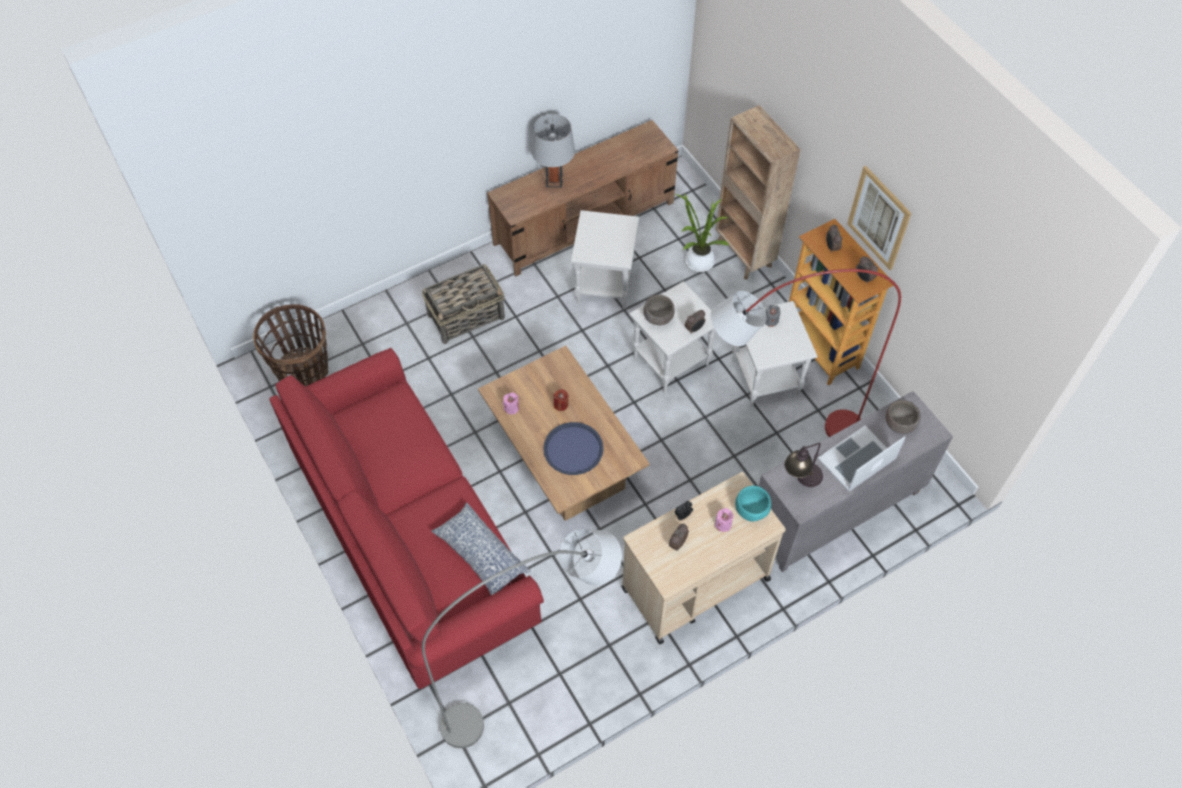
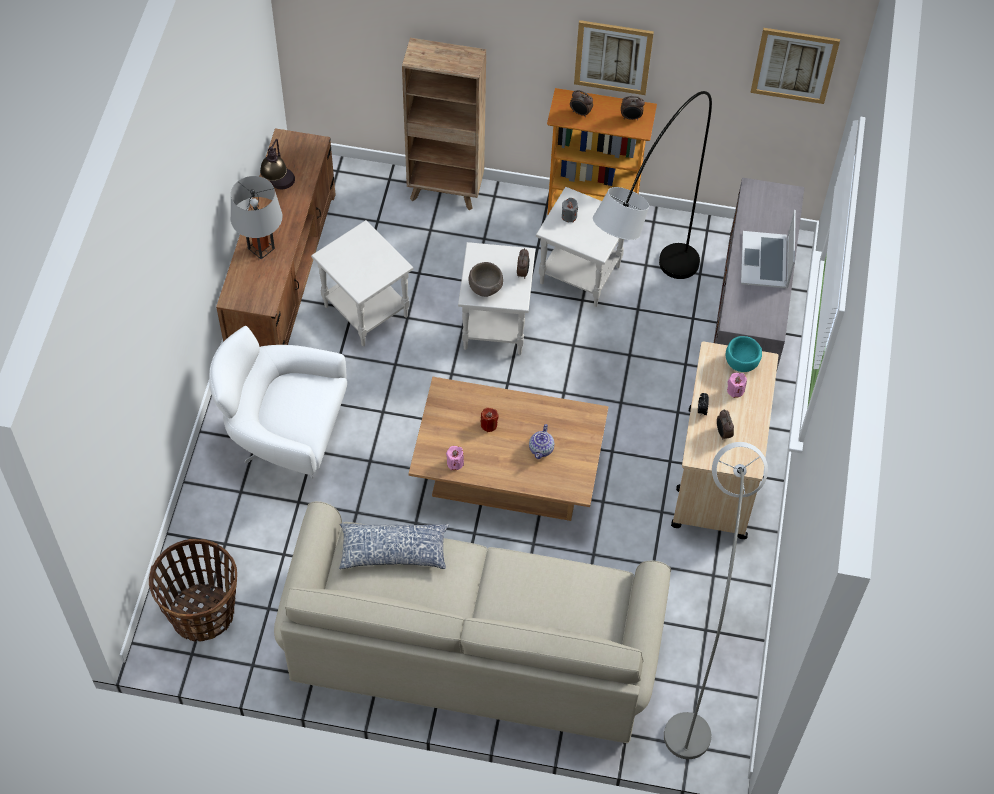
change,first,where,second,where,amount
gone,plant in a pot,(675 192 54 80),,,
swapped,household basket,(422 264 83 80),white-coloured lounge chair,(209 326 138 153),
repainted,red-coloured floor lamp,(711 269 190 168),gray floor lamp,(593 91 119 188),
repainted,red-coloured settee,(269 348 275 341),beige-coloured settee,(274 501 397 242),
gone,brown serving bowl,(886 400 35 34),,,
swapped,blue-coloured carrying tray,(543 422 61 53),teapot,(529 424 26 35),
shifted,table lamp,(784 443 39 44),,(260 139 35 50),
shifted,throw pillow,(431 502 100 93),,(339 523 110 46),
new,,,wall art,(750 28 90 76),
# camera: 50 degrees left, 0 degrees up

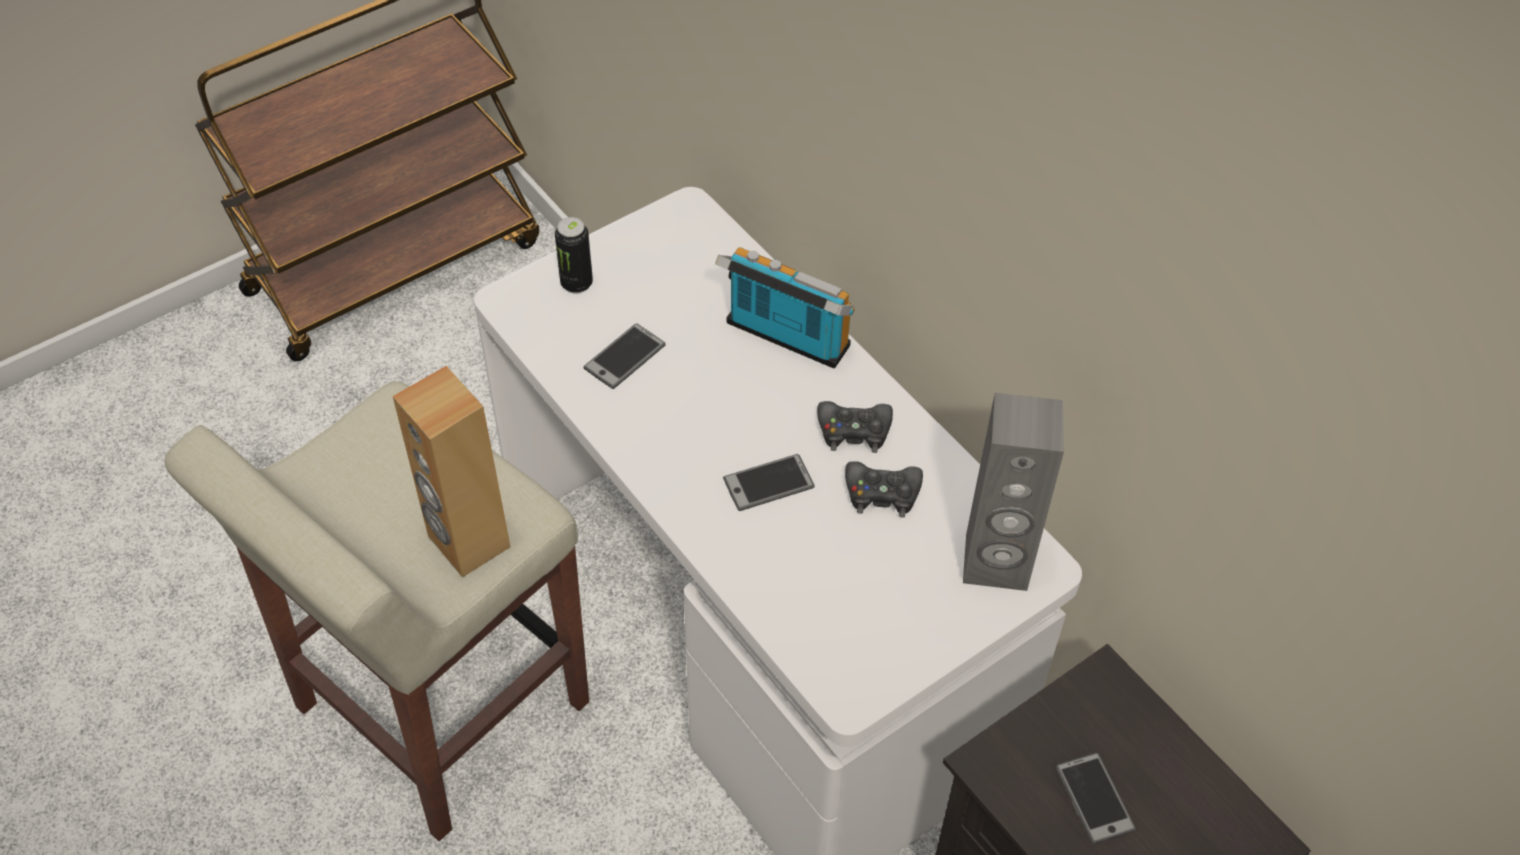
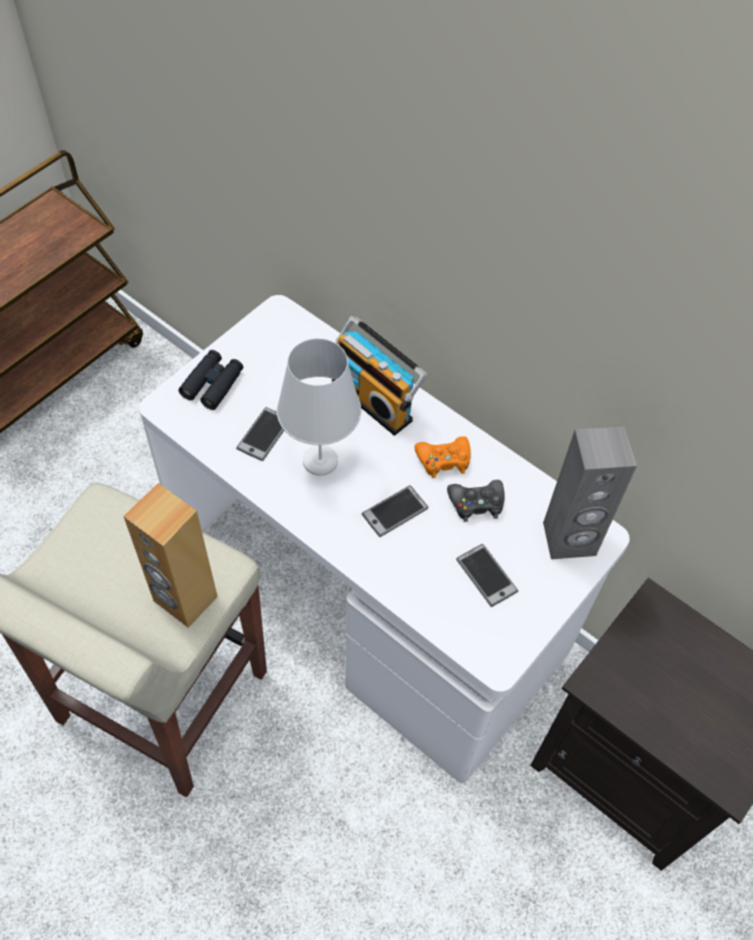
change,first,where,second,where,amount
swapped,can,(555 217 38 77),black-coloured pair of binoculars,(178 350 65 60),
rotated,radio,(715 247 140 121),,(332 316 95 120),150 degrees counterclockwise
repainted,black-coloured joypad,(817 401 76 52),orangey joypad,(415 436 56 42),
shifted,telephone,(1056 753 80 92),,(456 544 62 63),
new,,,white-coloured table lamp,(277 338 84 138),
# camera: 15 degrees left, 5 degrees up

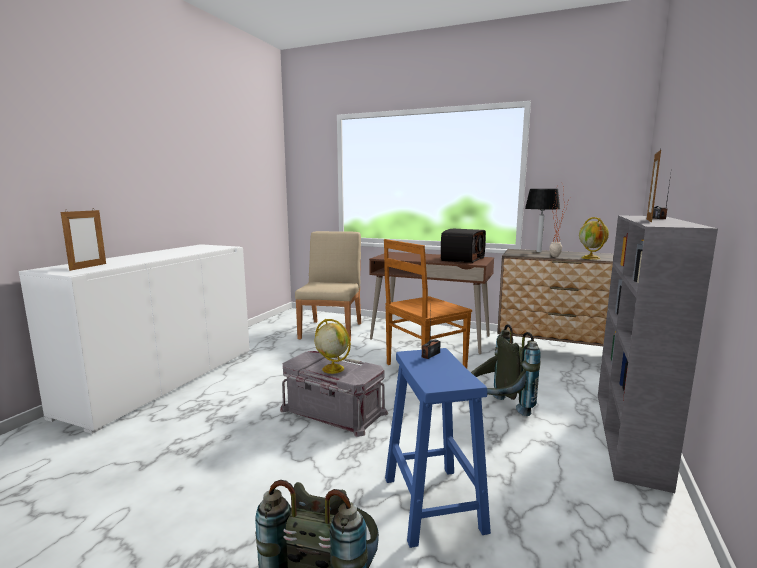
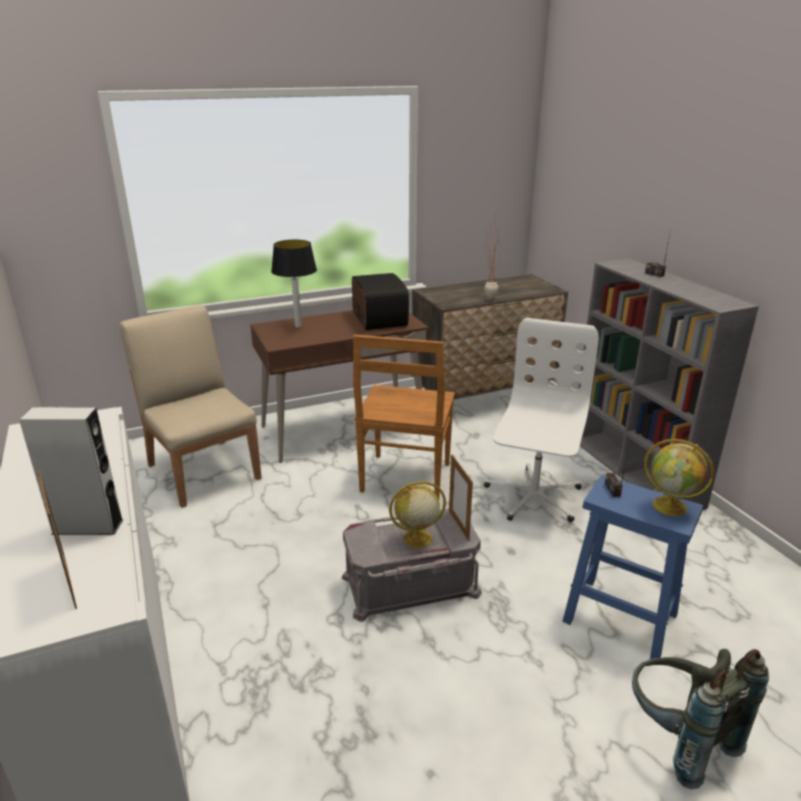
change,first,where,second,where,amount
shifted,picture frame,(647 149 14 73),,(449 454 24 87),
shifted,table lamp,(525 189 35 64),,(271 240 46 88),
shifted,desk globe,(579 217 30 43),,(644 439 70 77),
swapped,gray knapsack,(471 324 70 92),white-coloured office chair,(484 318 115 204),
new,,,gray speaker,(19 407 105 128),
# camera: 45 degrees left, 15 degrees up

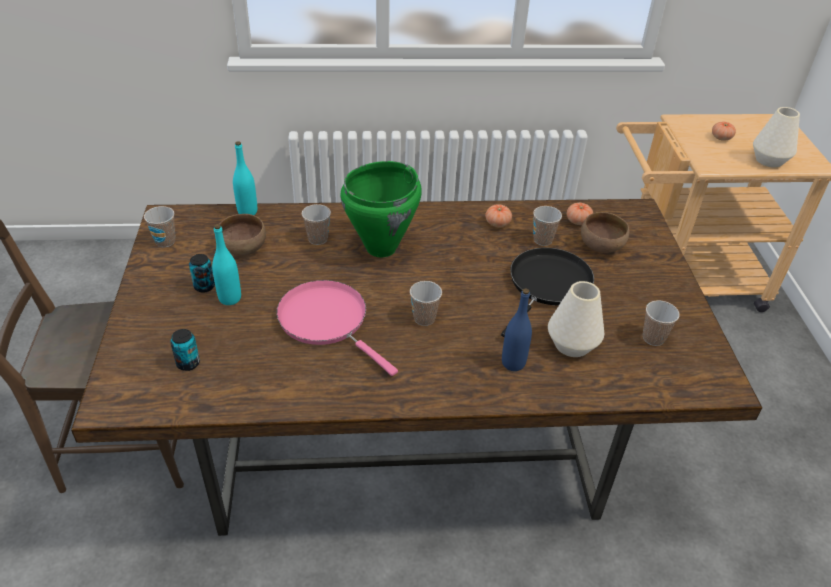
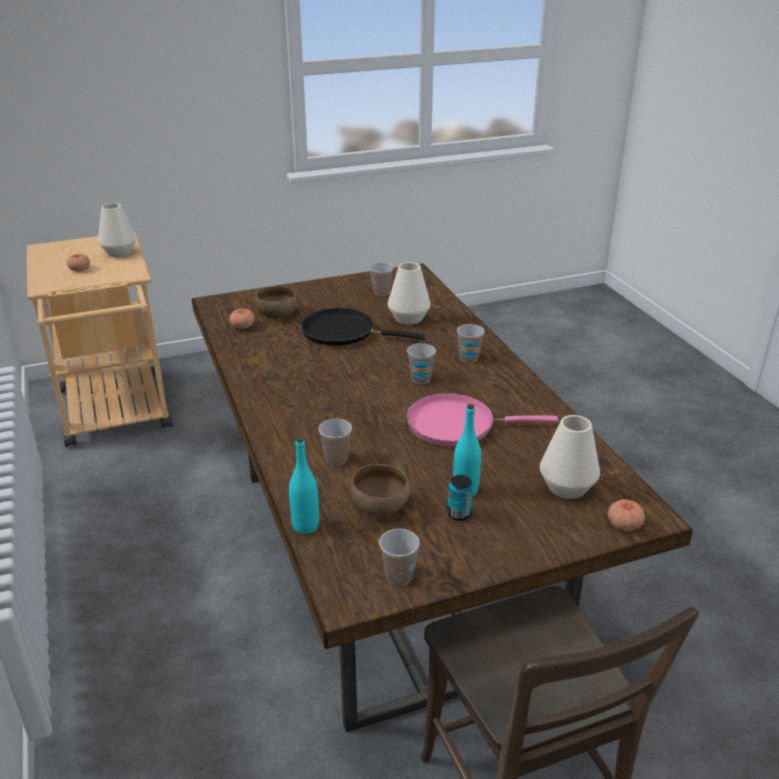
change,first,where,second,where,amount
gone,green cooking pot,(340 161 82 96),,,
shifted,whole tomato,(485 204 27 23),,(608 499 37 32),
shifted,cup,(533 206 29 40),,(457 324 28 39),
rotated,pink-coloured pan,(276 280 122 96),,(406 393 152 53),60 degrees clockwise
gone,blue-coloured drink bottle,(502 289 30 82),,,
swapped,can,(170 329 30 42),white-coloured flower vase,(540 415 60 84),
# camera: 105 degrees left, 10 degrees down

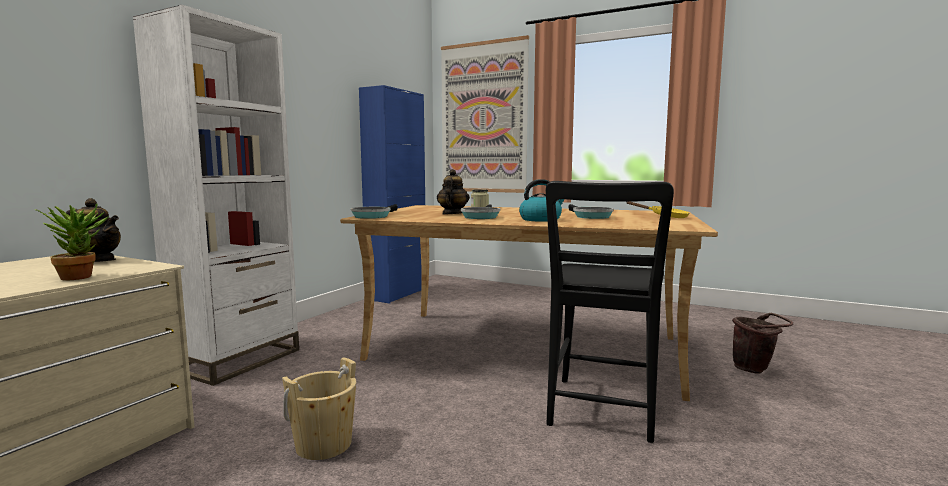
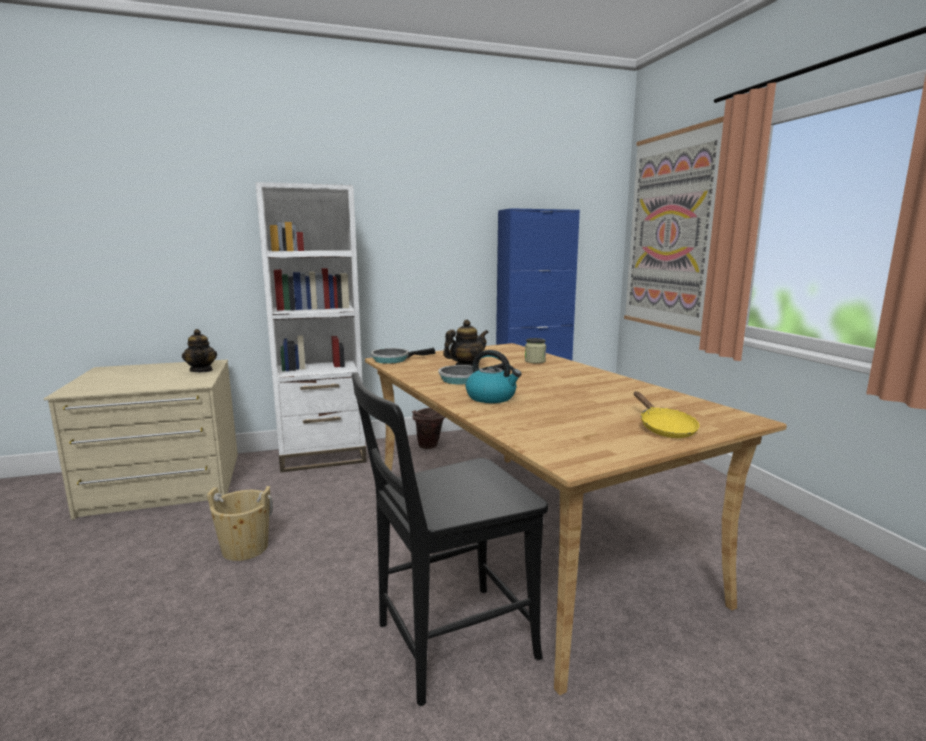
change,first,where,second,where,amount
gone,plant in a pot,(34 203 75 78),,,
gone,pan,(568 204 46 15),,,
shifted,brown pail,(732 313 61 61),,(412 408 34 41),
# camera: 45 degrees right, 5 degrees up

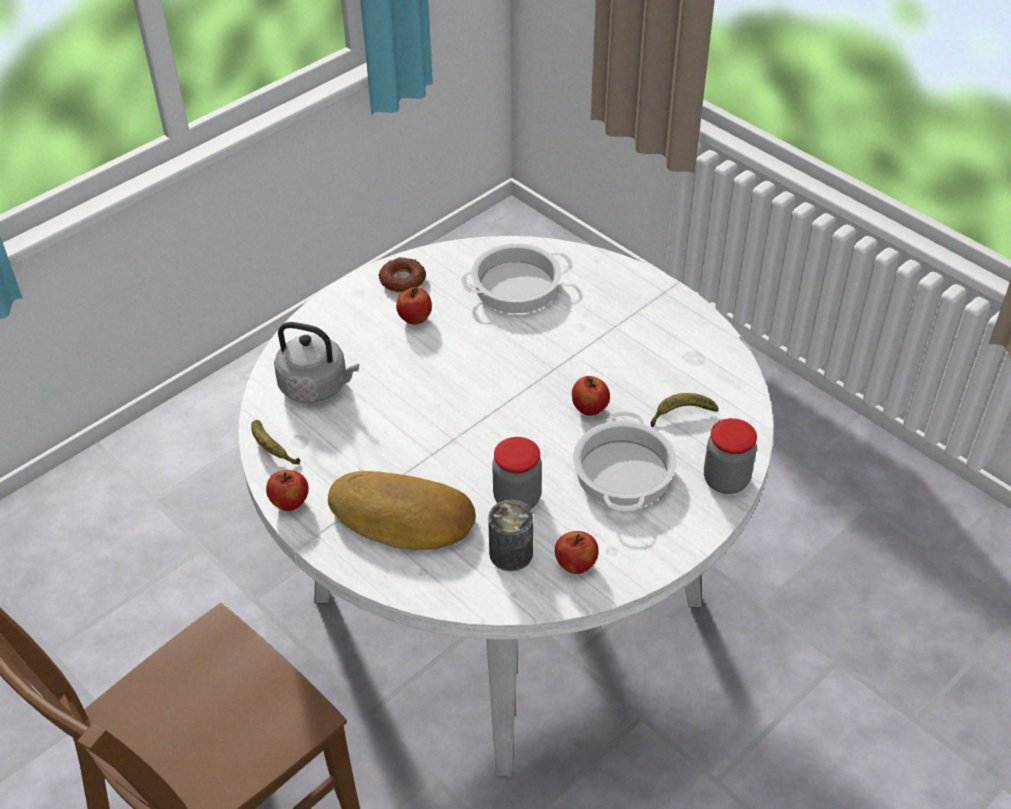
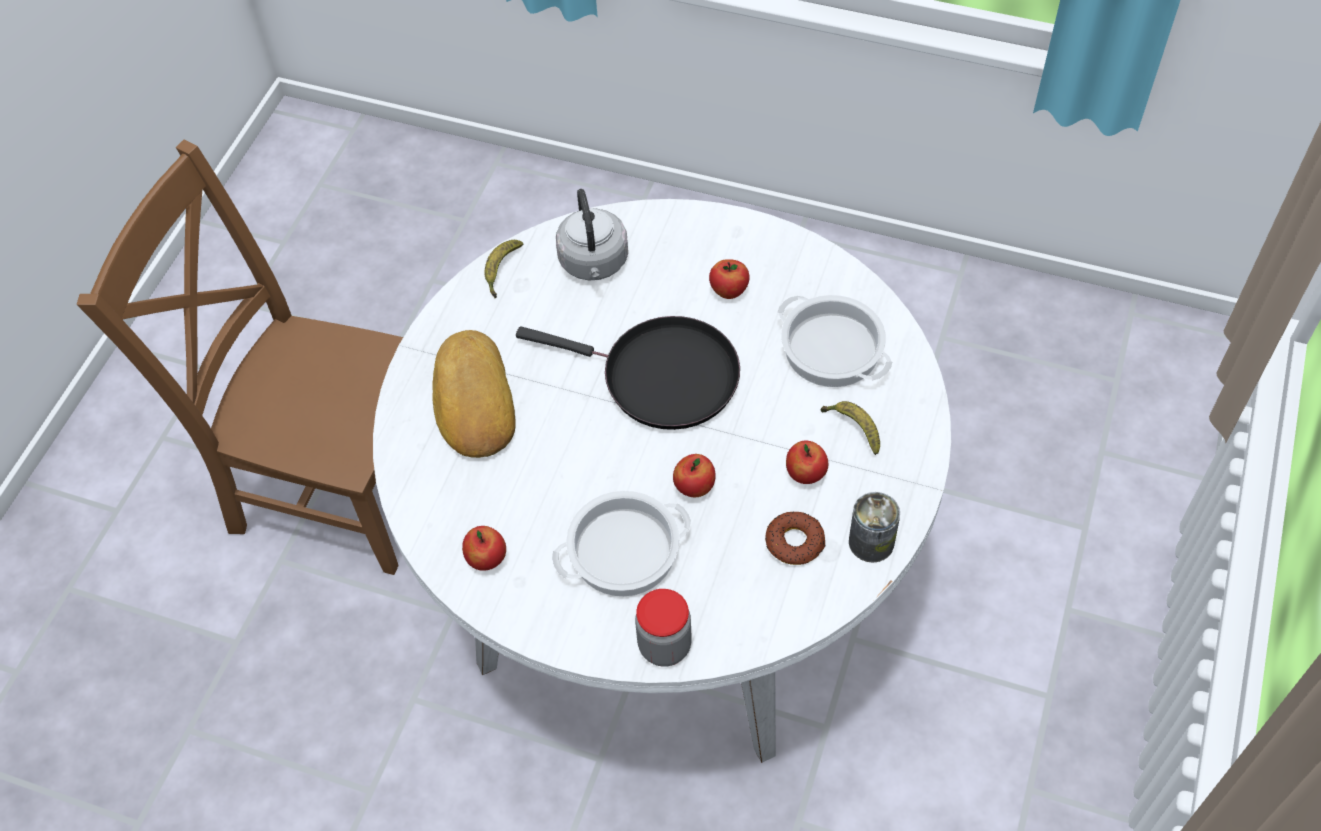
change,first,where,second,where,amount
shifted,doughnut,(379 258 47 35),,(765 511 60 54),
shifted,whole banana,(651 393 68 34),,(821 401 59 54),
gone,jar,(492 437 50 72),,,
shifted,apple,(266 470 43 41),,(786 441 42 43),
shifted,can,(488 500 45 71),,(849 492 51 71),
new,,,black-coloured pan,(516 316 224 114),
# camera: 65 degrees right, 10 degrees up

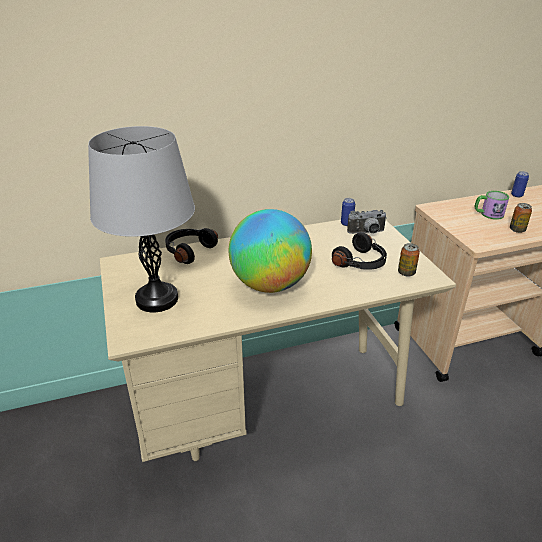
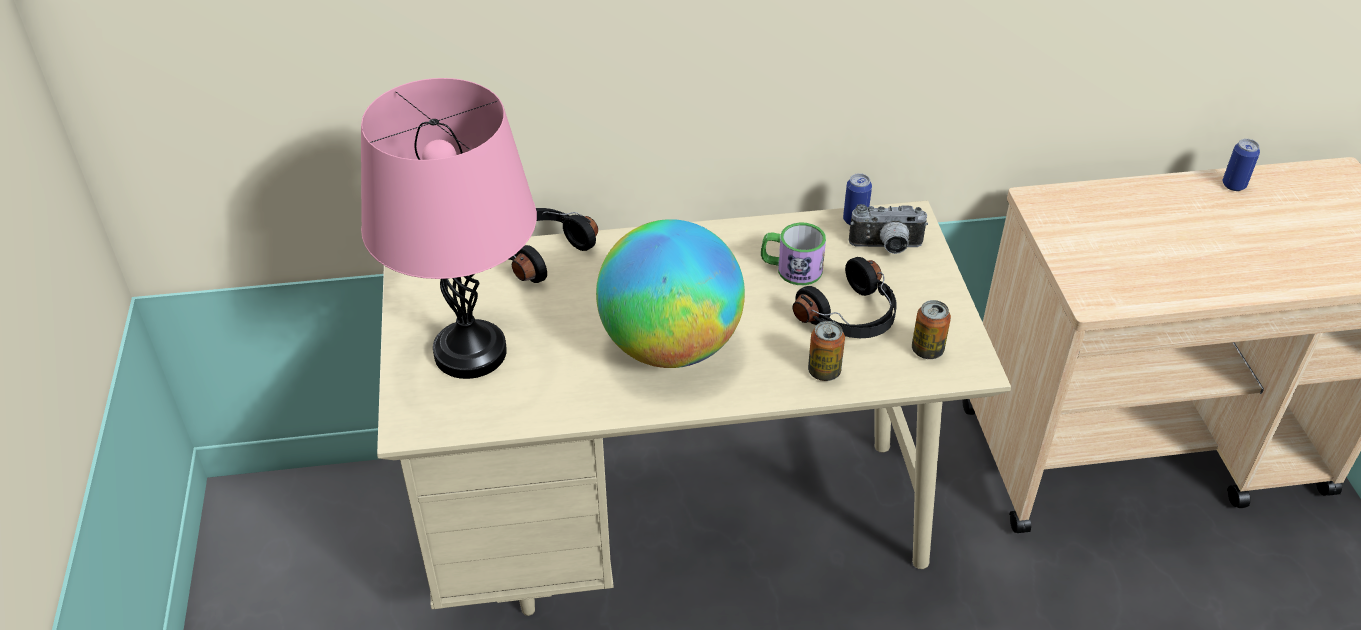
change,first,where,second,where,amount
repainted,gray table lamp,(88 126 107 187),pink-coloured table lamp,(361 78 176 301),
shifted,mug,(474 191 35 29),,(761 223 65 62),
shifted,can,(510 203 22 30),,(808 321 37 60),
# camera: 10 degrees right, 10 degrees up

